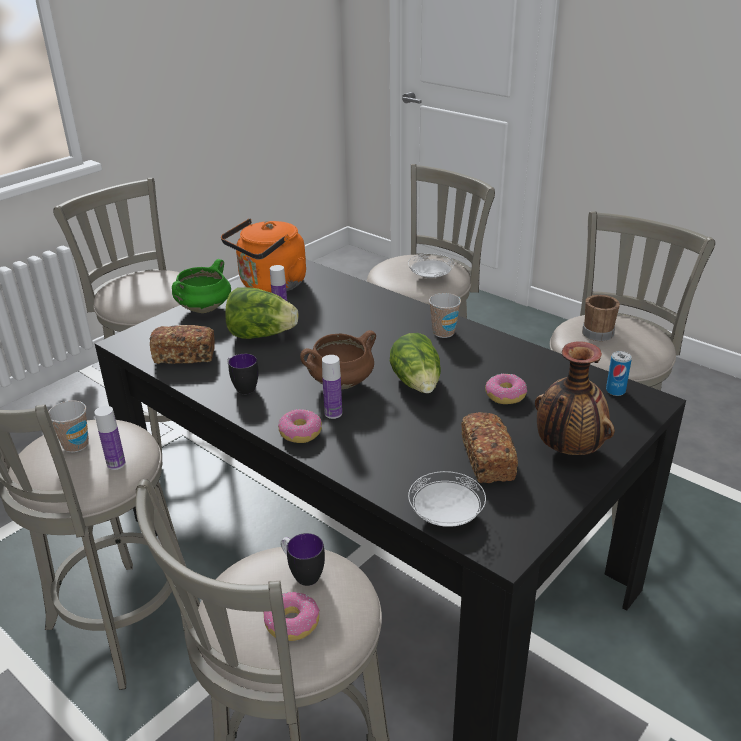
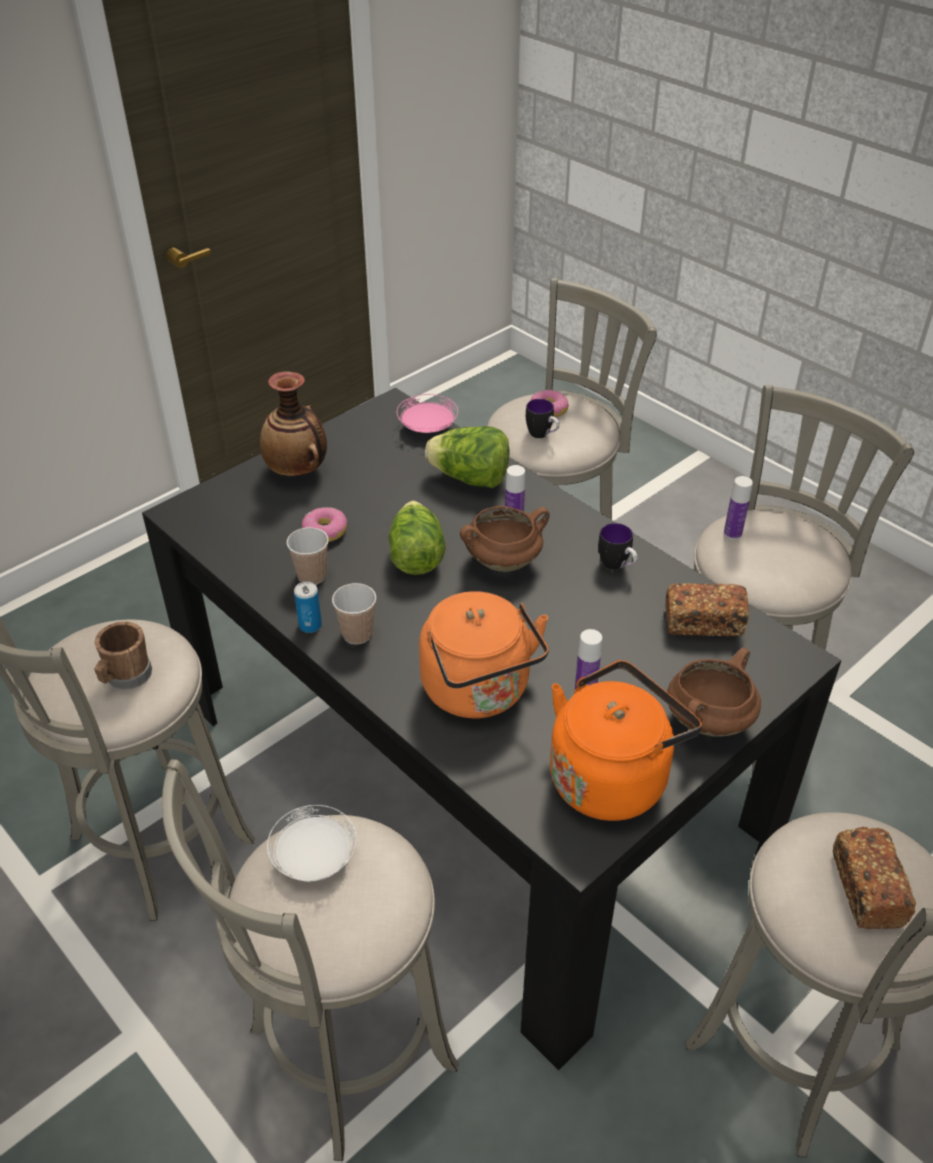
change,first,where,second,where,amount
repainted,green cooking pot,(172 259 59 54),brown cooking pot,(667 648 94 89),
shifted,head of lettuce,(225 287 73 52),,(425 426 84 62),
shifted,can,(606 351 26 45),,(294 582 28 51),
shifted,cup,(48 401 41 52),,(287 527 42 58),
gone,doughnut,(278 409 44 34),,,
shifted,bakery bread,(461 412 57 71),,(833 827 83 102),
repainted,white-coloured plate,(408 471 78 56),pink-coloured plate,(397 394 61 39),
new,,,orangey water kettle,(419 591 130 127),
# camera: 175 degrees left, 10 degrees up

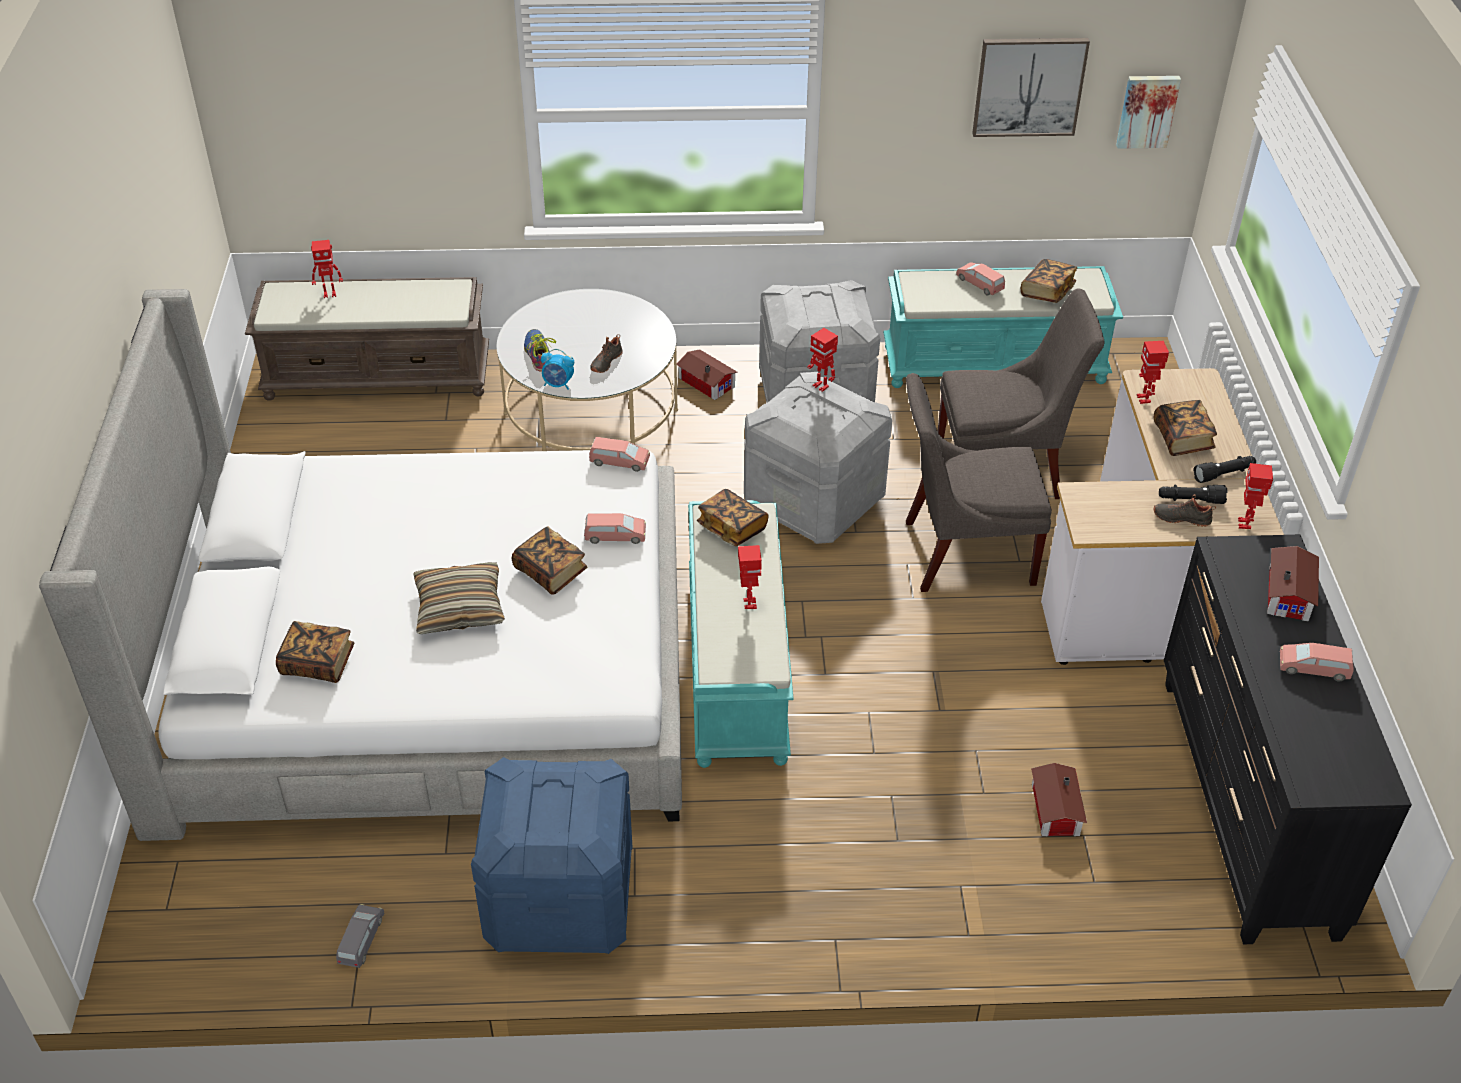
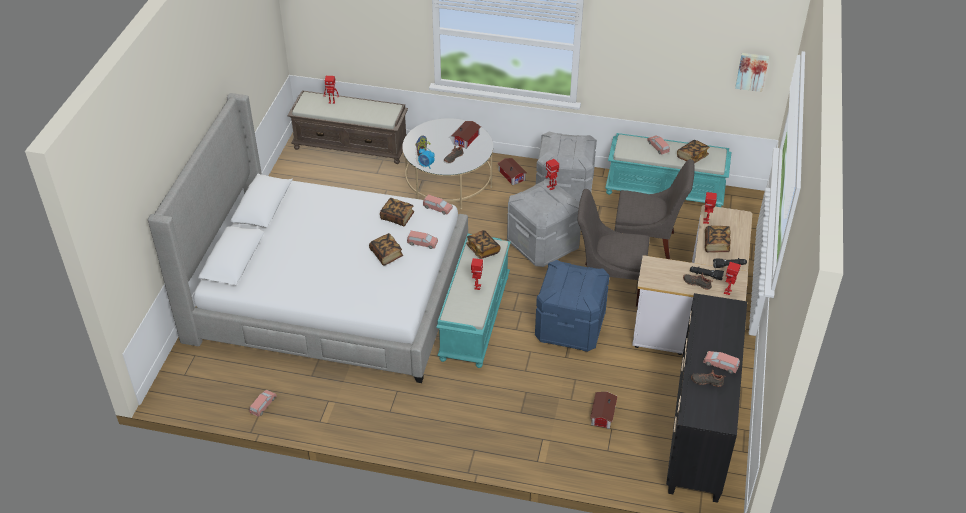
change,first,where,second,where,amount
gone,wall art,(972 38 118 99),,,
shifted,model house,(1267 546 52 76),,(452 121 29 27),
gone,throw pillow,(413 562 92 72),,,
shifted,book,(276 621 78 62),,(380 198 34 28),
shifted,blue-coloured storage container,(471 757 162 197),,(535 260 75 92),
repainted,gray miniature car,(336 904 48 64),pink-coloured miniature car,(249 390 27 27),
new,,,black-coloured shoe,(691 370 33 17),
# camera: 15 degrees right, 0 degrees up

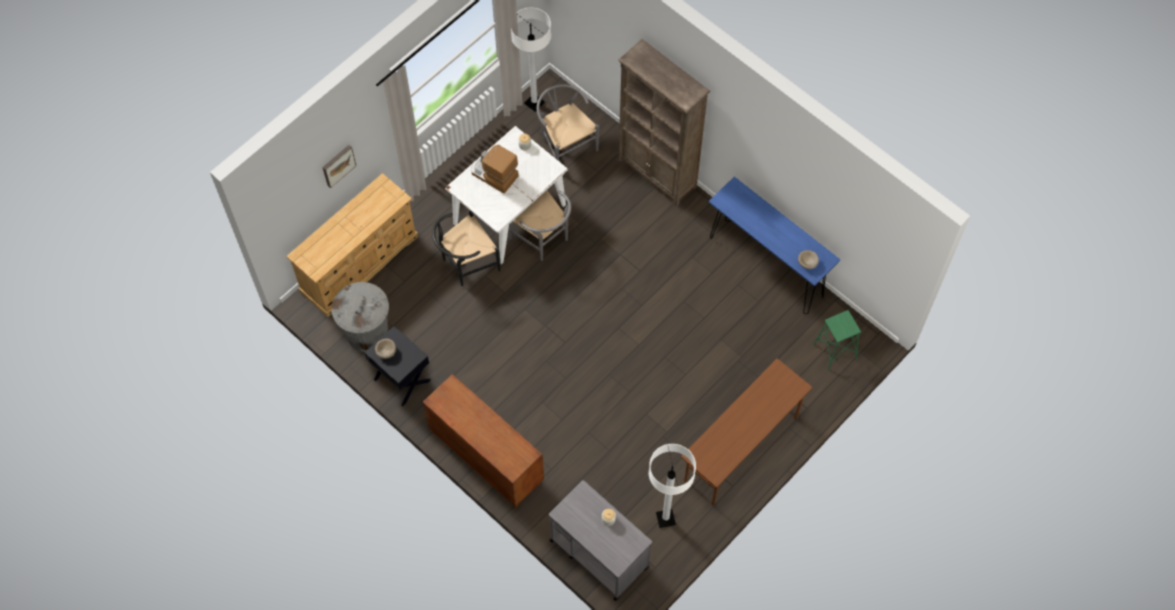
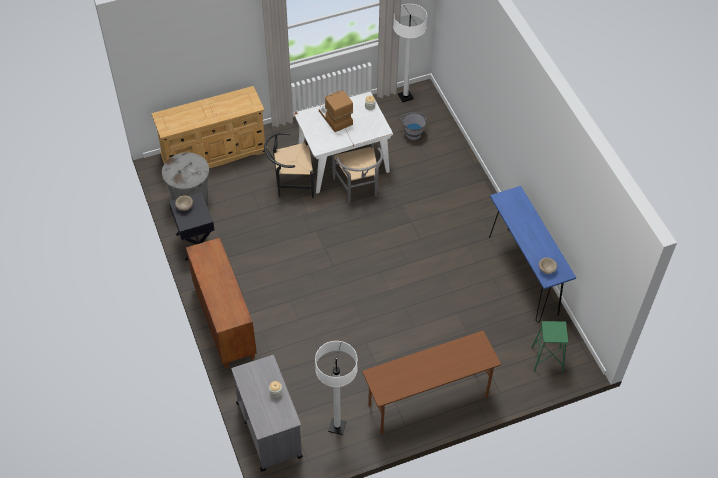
change,first,where,second,where,amount
gone,brown bookshelf,(618 39 92 167),,,
swapped,gray chair,(536 84 63 77),gray pail,(400 112 27 28),
gone,wall art,(322 145 34 43),,,
# camera: 25 degrees right, 10 degrees down

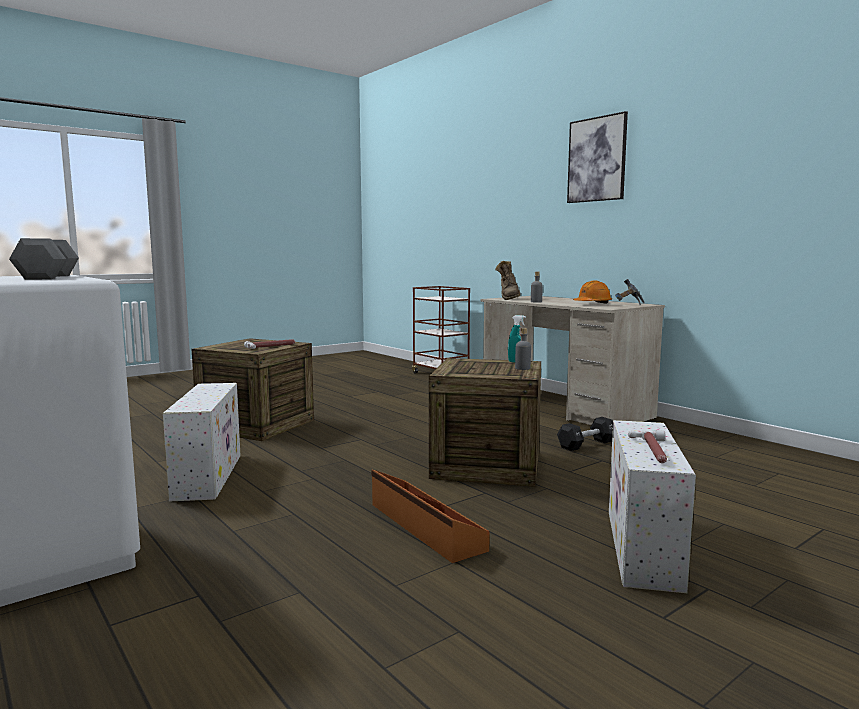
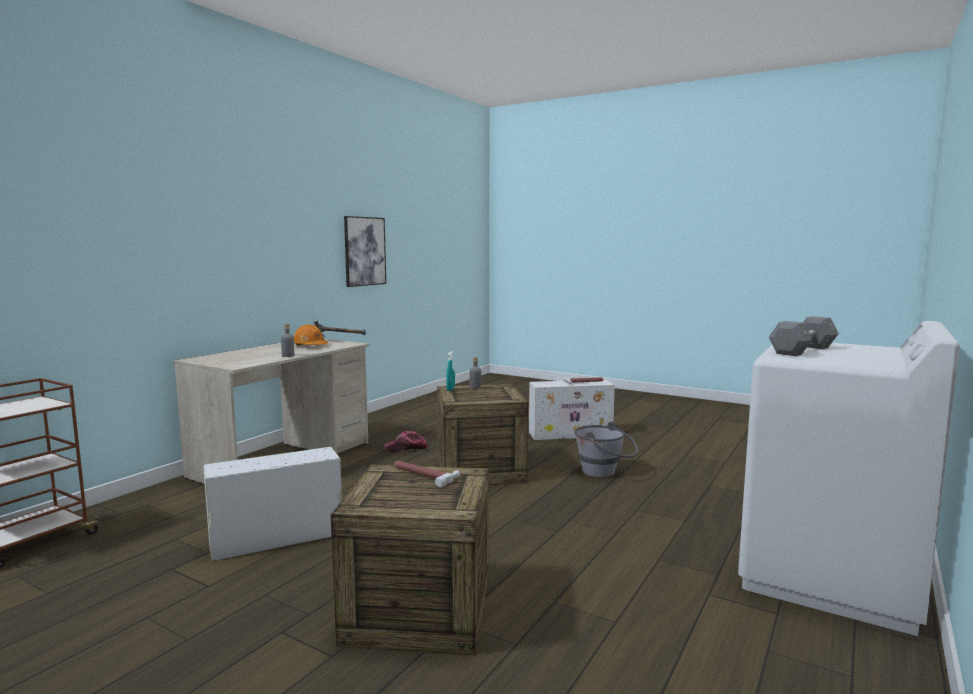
change,first,where,second,where,amount
shifted,wall art,(567 111 61 92),,(344 216 42 71),
gone,brown boot,(495 261 26 39),,,
shifted,white-coloured storage container,(163 383 78 118),,(203 447 139 114),
swapped,black-coloured hand weight,(557 417 56 34),baseball cap,(384 431 44 22),
swapped,brown storage container,(371 470 119 93),gray pail,(574 422 65 56),
# camera: 110 degrees left, 0 degrees up

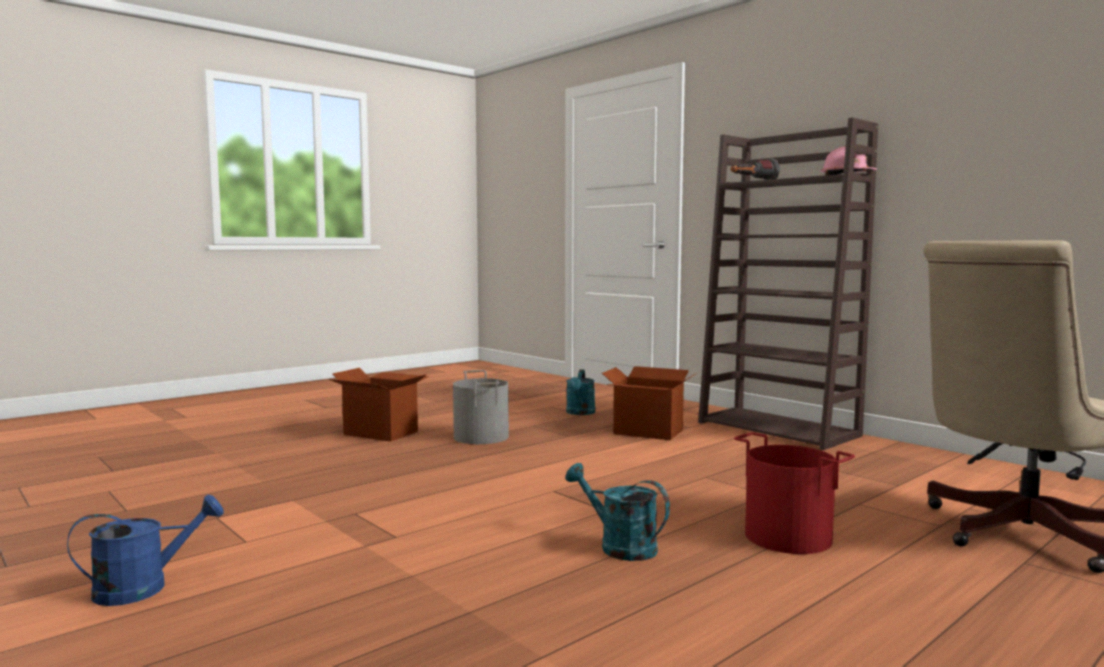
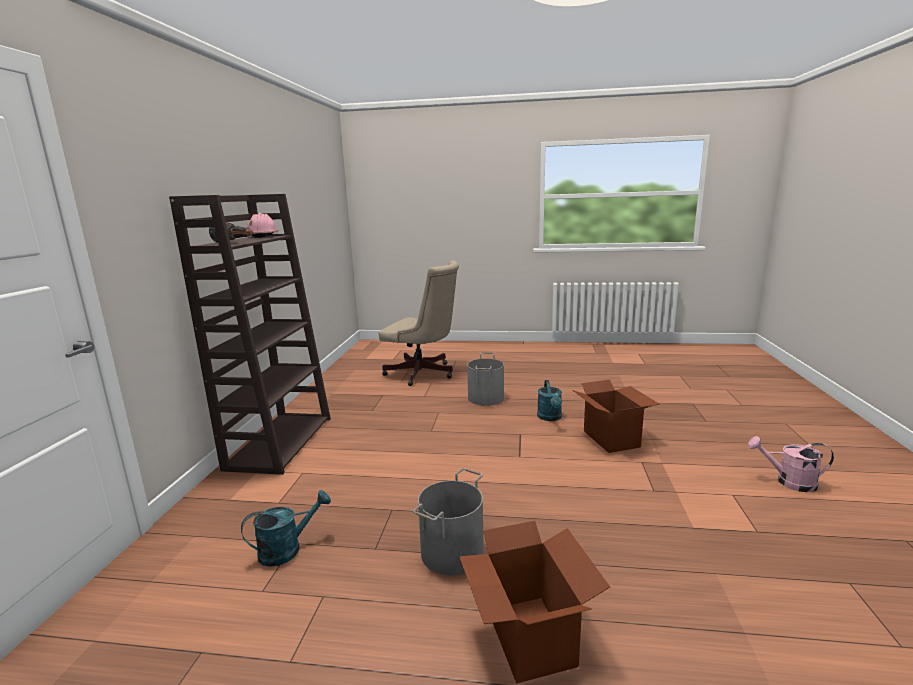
change,first,where,second,where,amount
shifted,cardboard box,(602 366 95 74),,(572 380 87 73),
repainted,red-coloured pail,(734 432 121 122),gray pail,(467 352 37 54),
repainted,blue-coloured watering pot,(67 495 157 111),pink-coloured watering pot,(748 436 86 56),
# camera: 130 degrees left, 10 degrees up

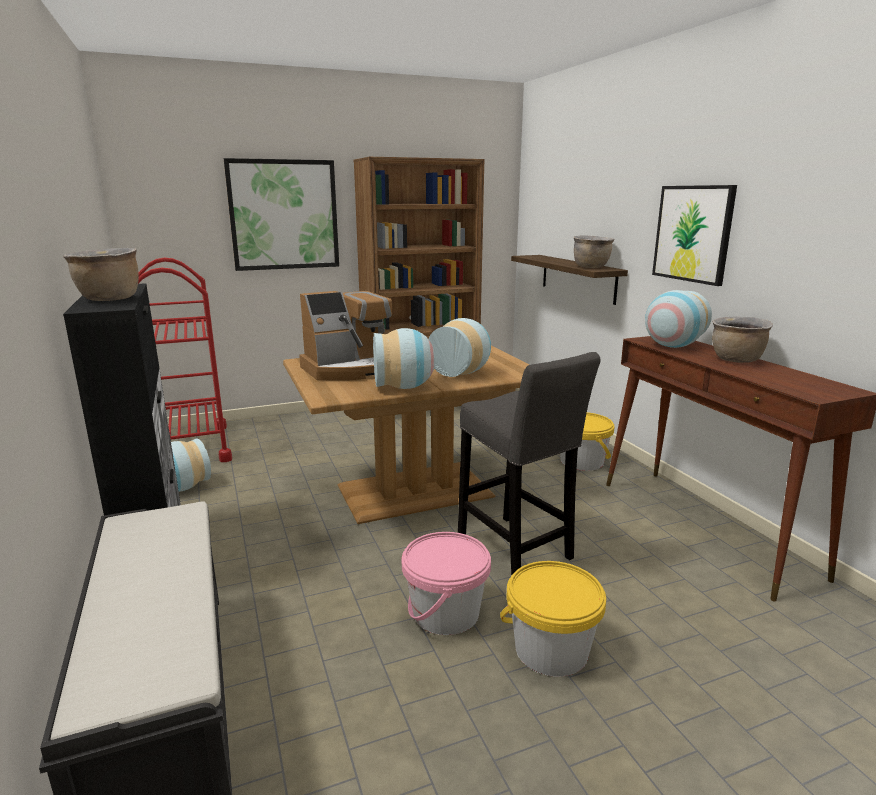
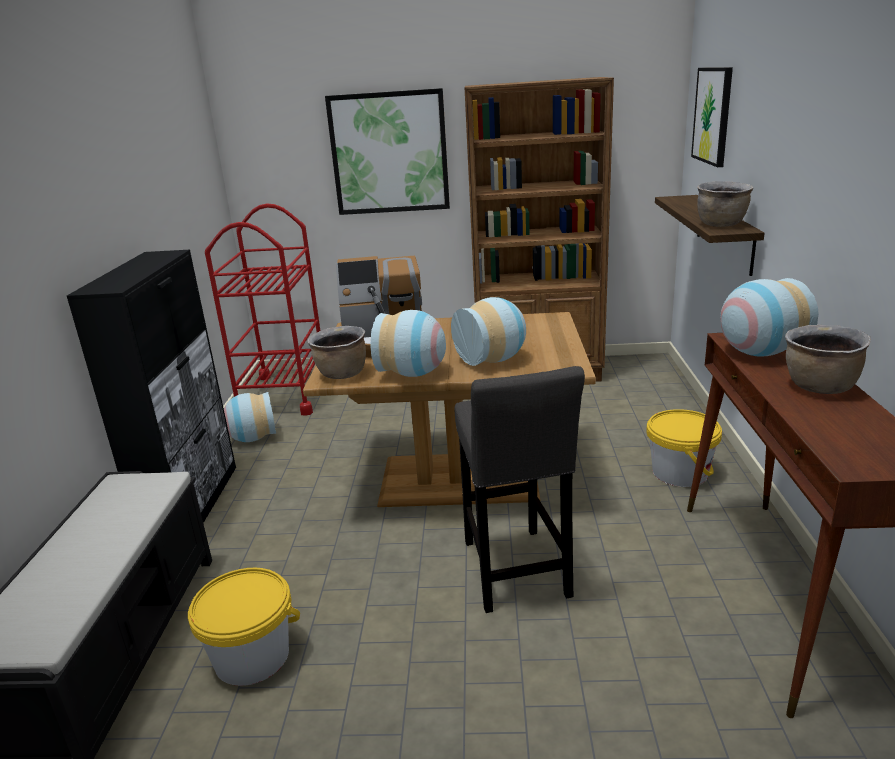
change,first,where,second,where,amount
shifted,wall art,(652 185 85 101),,(691 67 42 100),
shifted,brown cooking pot,(63 248 76 53),,(307 326 59 53),
gone,pink-coloured pail,(401 532 90 103),,,
shifted,yellow pail,(500 561 106 116),,(188 568 112 118),
# camera: 25 degrees right, 5 degrees up

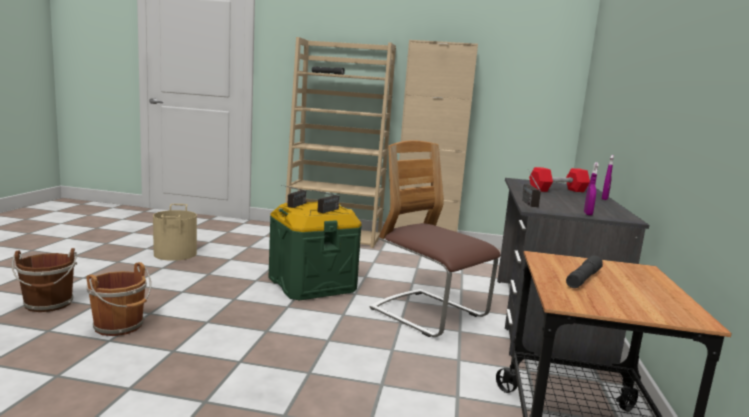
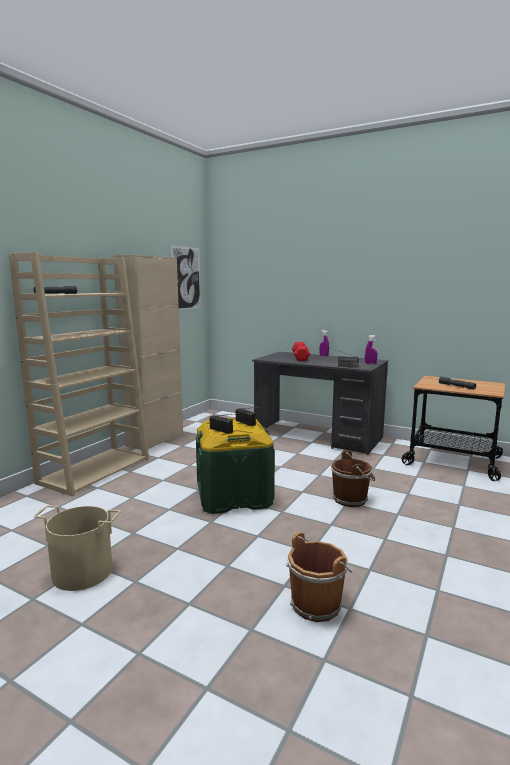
change,first,where,second,where,amount
gone,chair,(370 140 131 197),,,
shifted,brown pail,(12 248 65 64),,(331 450 44 57),
new,,,wall art,(170 245 31 65),
# camera: 70 degrees left, 0 degrees up

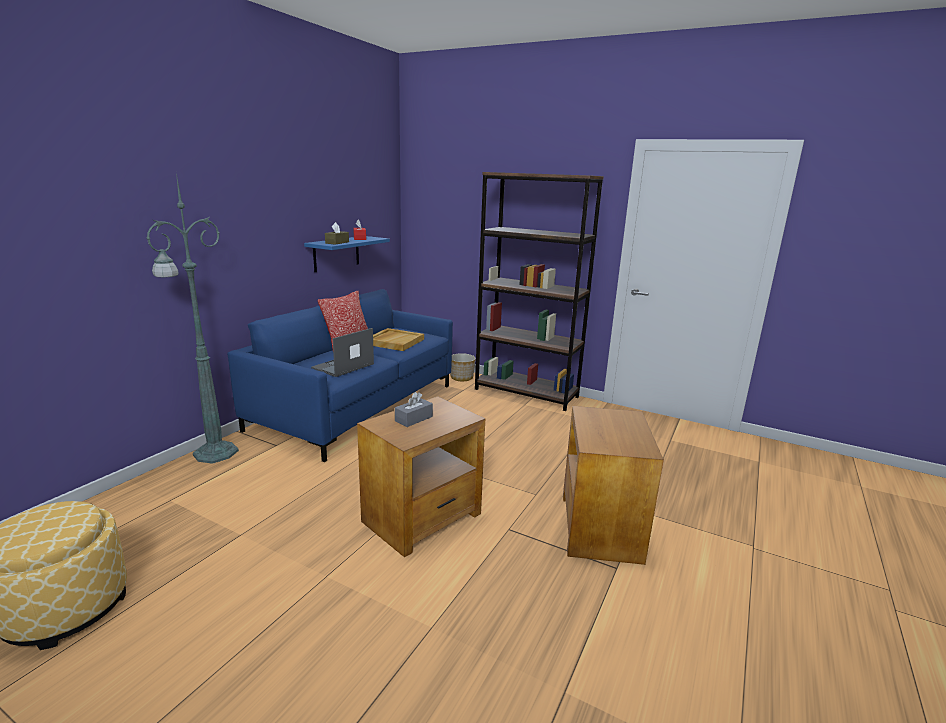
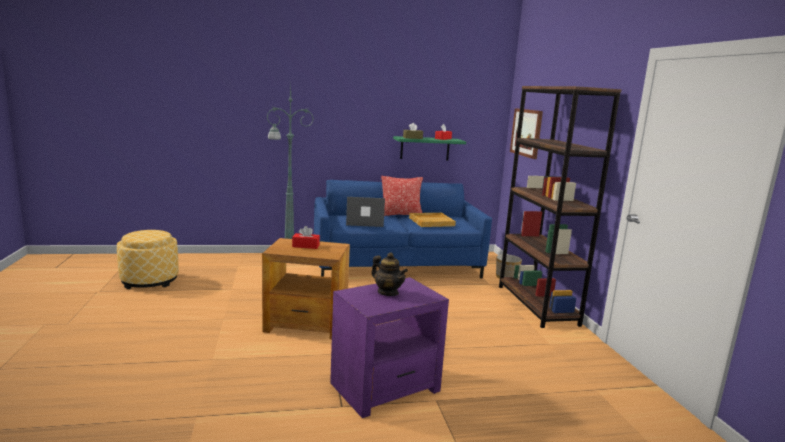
change,first,where,second,where,amount
repainted,blue-coloured shelf,(304 236 86 36),green shelf,(393 136 73 25),
repainted,gray tissue box,(395 392 38 35),red-coloured tissue box,(292 226 28 23),
repainted,brown side table,(563 406 101 159),purple-coloured side table,(330 277 119 141),
new,,,wall art,(510 108 33 51),
new,,,teapot,(371 252 37 44),
# camera: 50 degrees right, 5 degrees down

